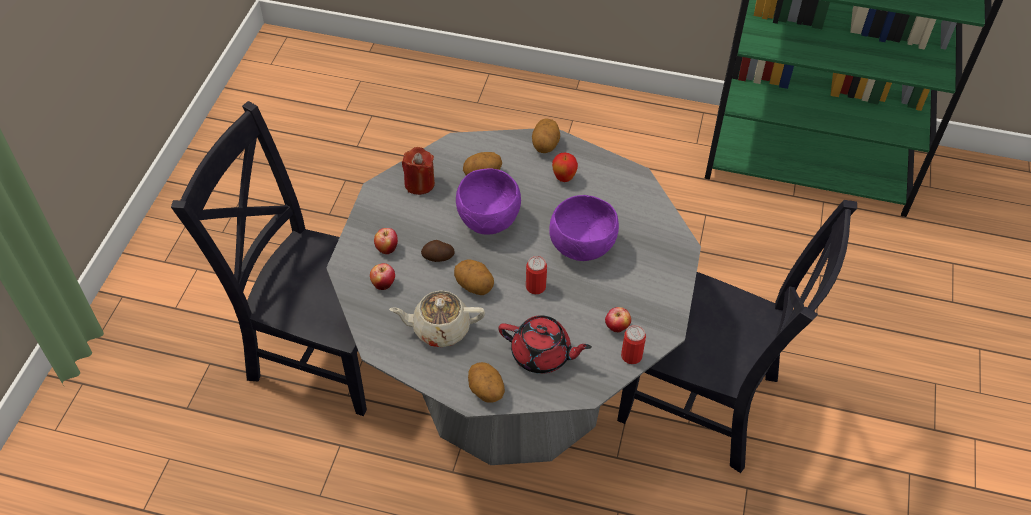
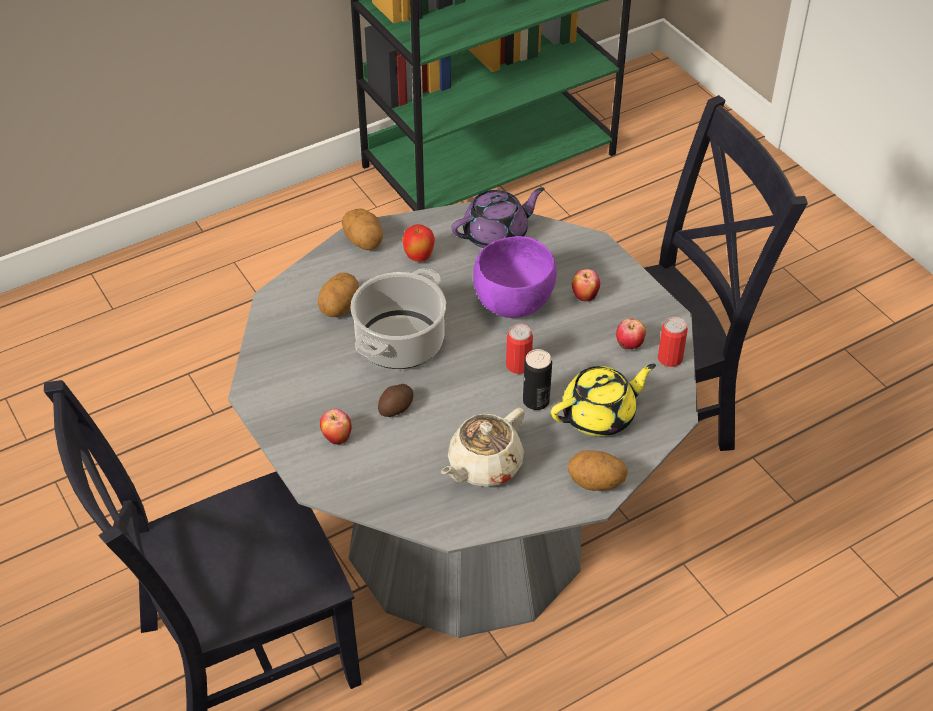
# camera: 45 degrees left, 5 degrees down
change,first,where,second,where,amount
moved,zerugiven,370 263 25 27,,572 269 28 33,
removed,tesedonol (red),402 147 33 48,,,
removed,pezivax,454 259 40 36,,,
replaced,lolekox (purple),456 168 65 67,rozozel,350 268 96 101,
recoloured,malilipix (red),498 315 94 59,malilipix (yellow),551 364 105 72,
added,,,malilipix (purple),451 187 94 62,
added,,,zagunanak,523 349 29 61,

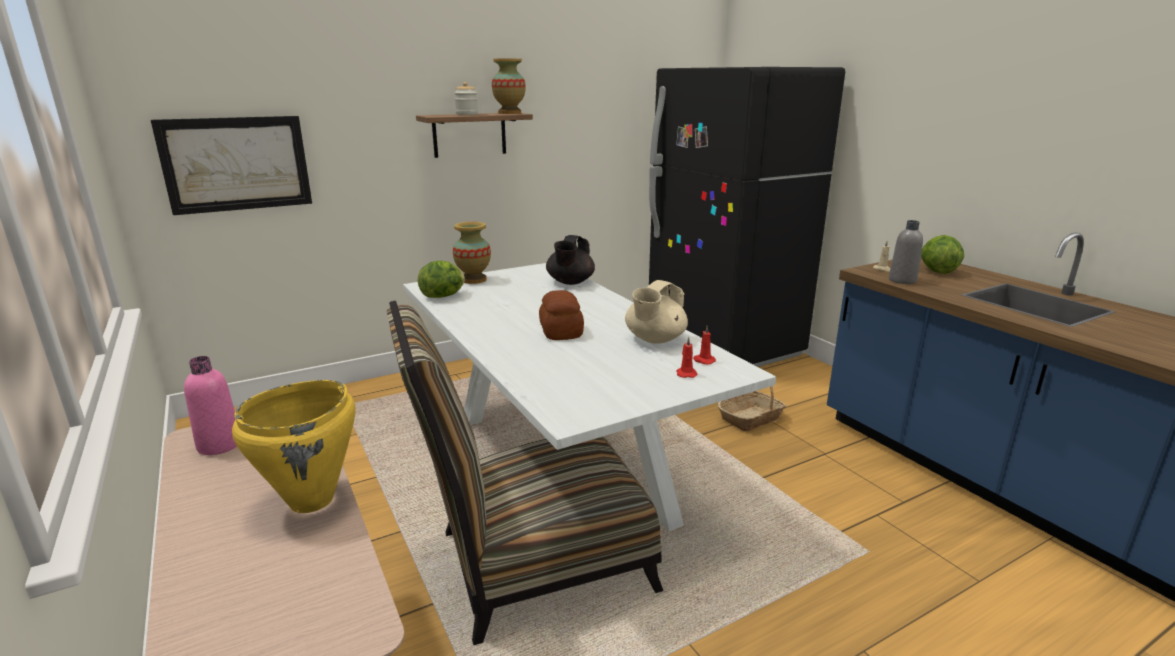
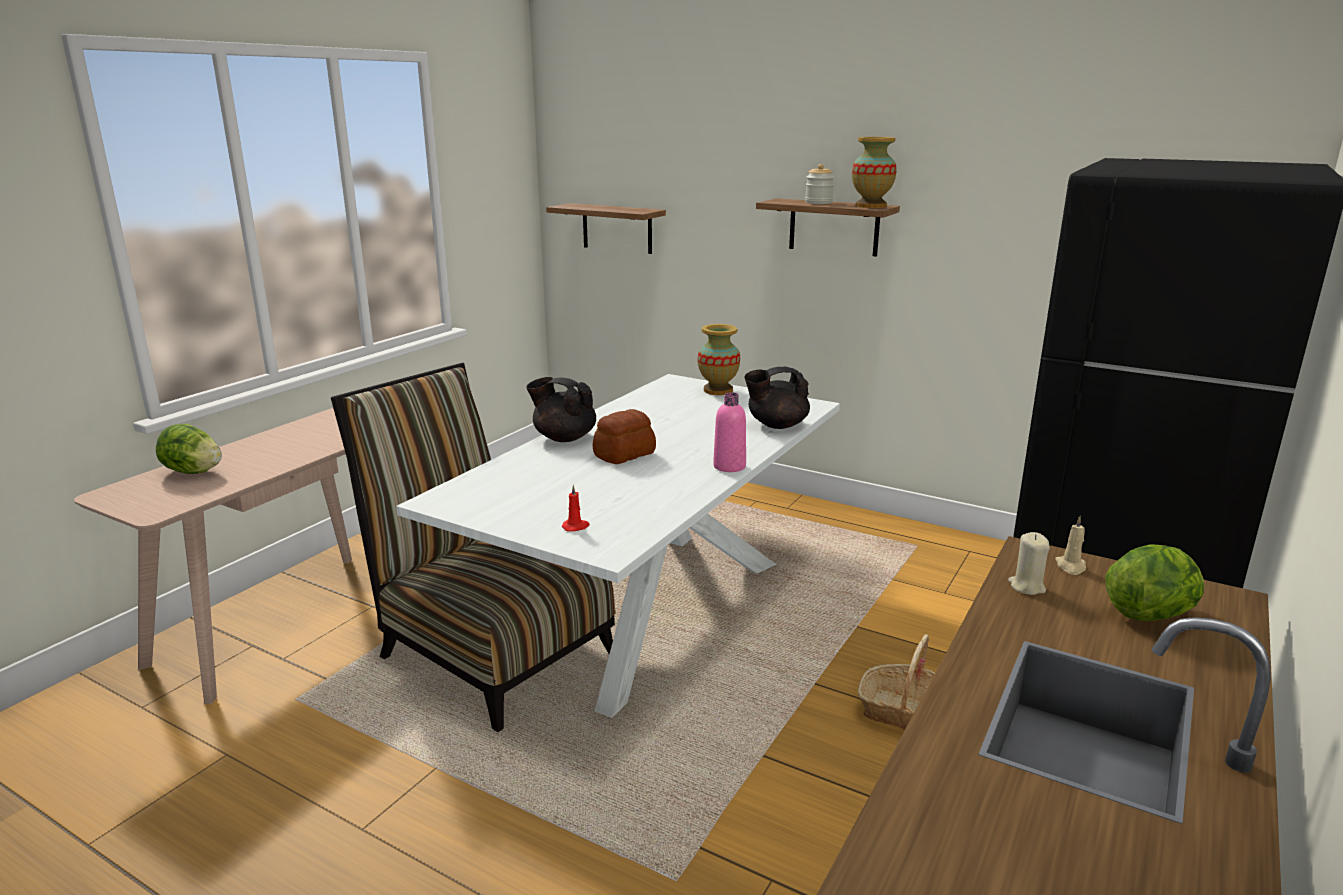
# camera: 60 degrees right, 0 degrees up
change,first,where,second,where,amount
replaced,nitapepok,151 116 161 99,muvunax,546 203 120 51,
moved,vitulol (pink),184 356 53 99,,713 392 33 80,
removed,rozozel (yellow),232 380 124 133,,,
moved,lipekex,418 261 47 37,,156 424 66 50,
removed,malilipix (beige),625 280 63 64,,,
removed,tesedonol (red),693 325 23 40,,,
replaced,vitulol (grey),889 220 34 64,tesedonol (beige),1008 532 42 63,
added,,,malilipix (black),526 377 70 65,

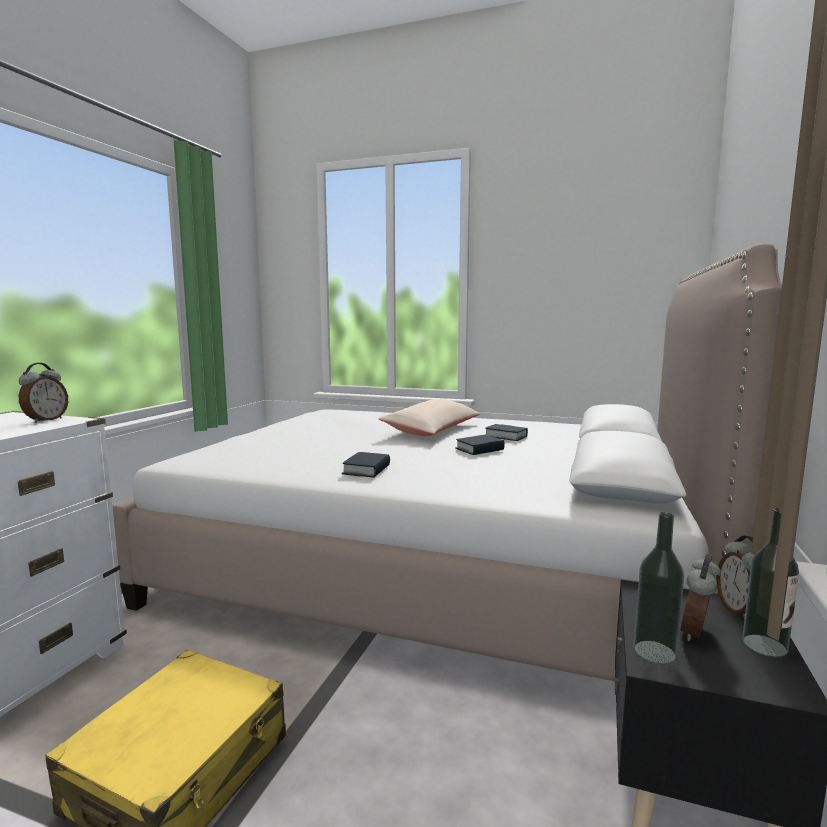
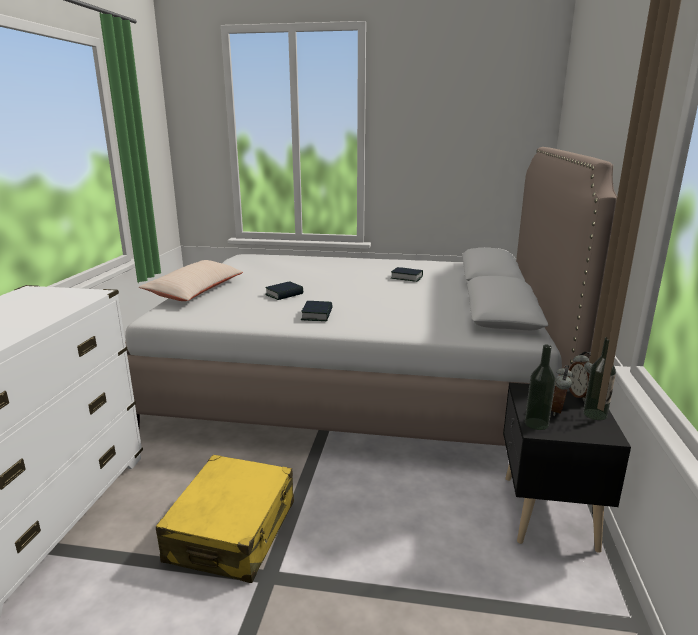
# camera: 10 degrees left, 10 degrees up
change,first,where,second,where,amount
removed,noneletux,19 363 49 60,,,
moved,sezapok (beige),378 399 102 37,,139 260 104 41,
moved,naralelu,455 435 50 20,,265 281 38 19,

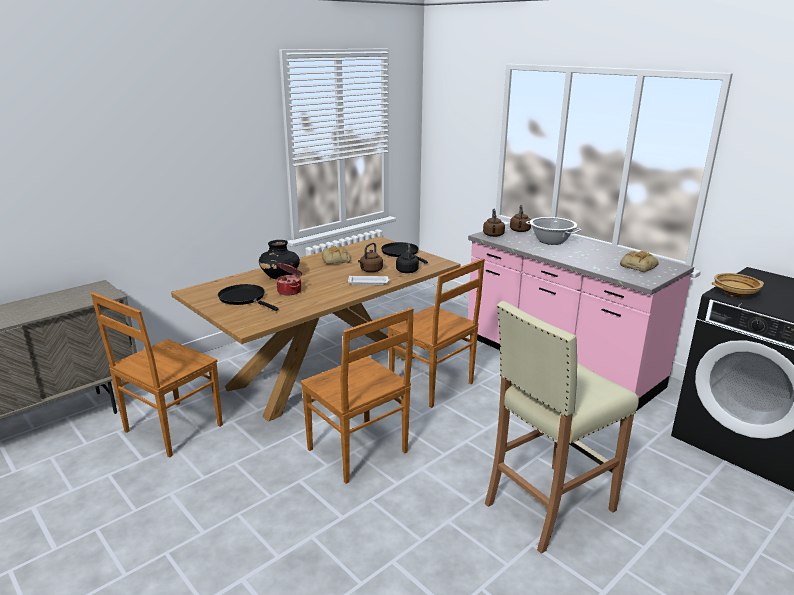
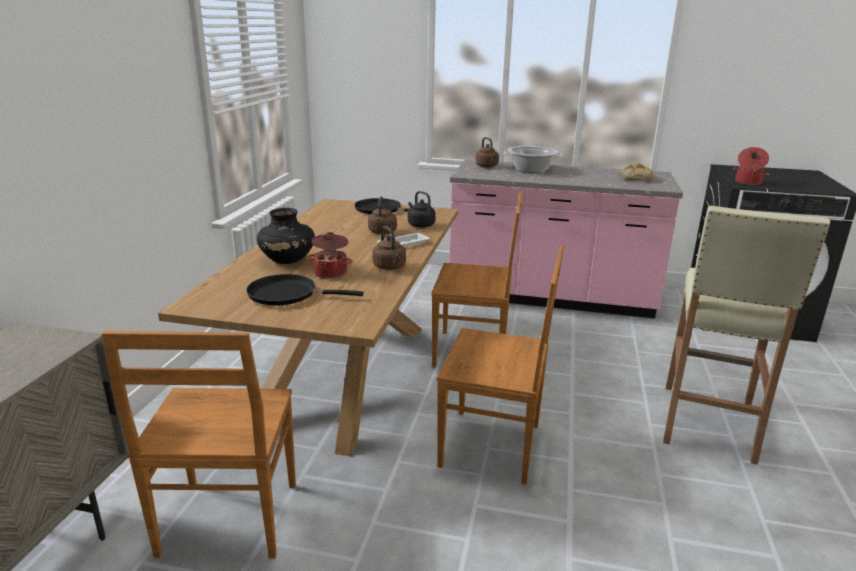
# camera: 35 degrees left, 0 degrees up
change,first,where,second,where,amount
removed,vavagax,322 246 29 18,,,
moved,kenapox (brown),483 209 22 28,,372 226 34 44,
replaced,lolekox (beige),712 273 52 25,rozozel,733 147 37 38,

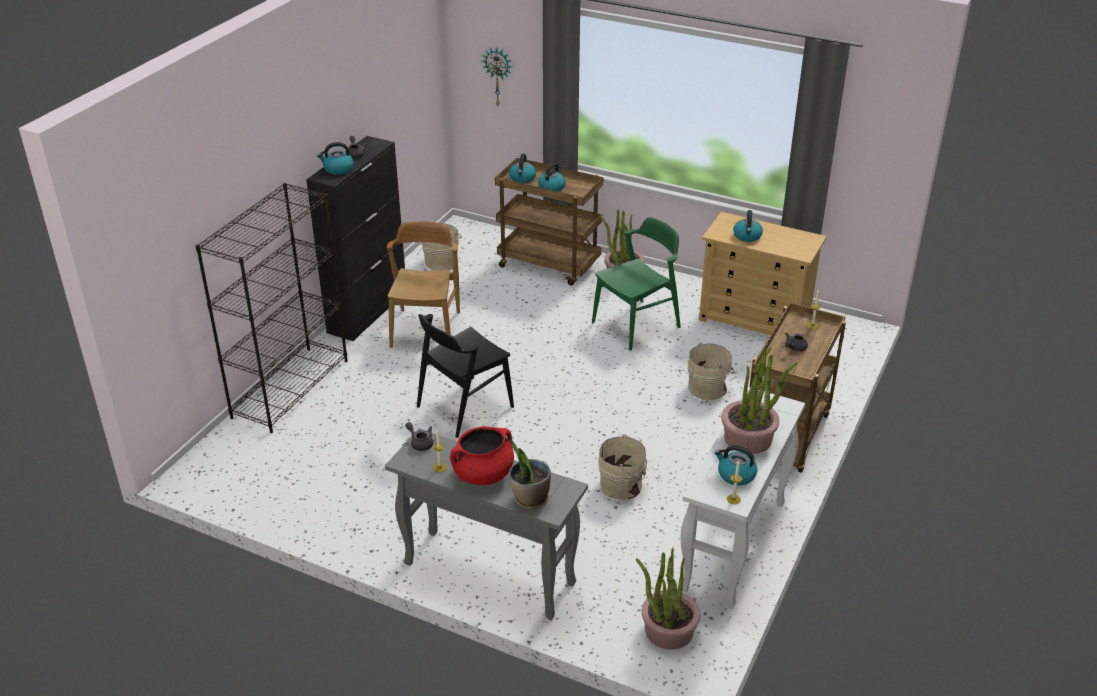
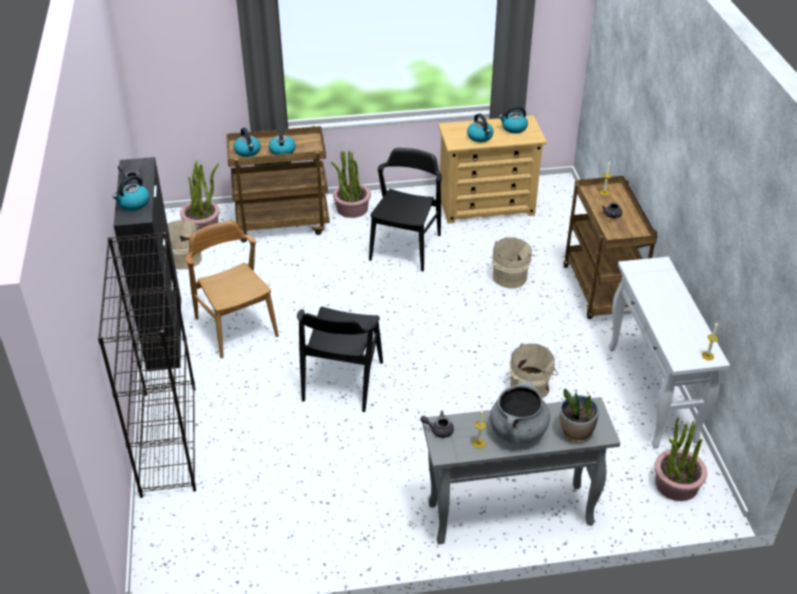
# camera: 35 degrees left, 5 degrees up
change,first,where,second,where,amount
recoloured,rozozel (red),450 426 64 59,rozozel (grey),490 381 60 64,
removed,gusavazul,482 47 30 59,,,
recoloured,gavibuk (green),592 217 89 134,gavibuk (black),369 148 73 124,
moved,kenapox,715 445 42 41,,499 106 29 28,
moved,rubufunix,721 347 77 107,,180 160 40 70,

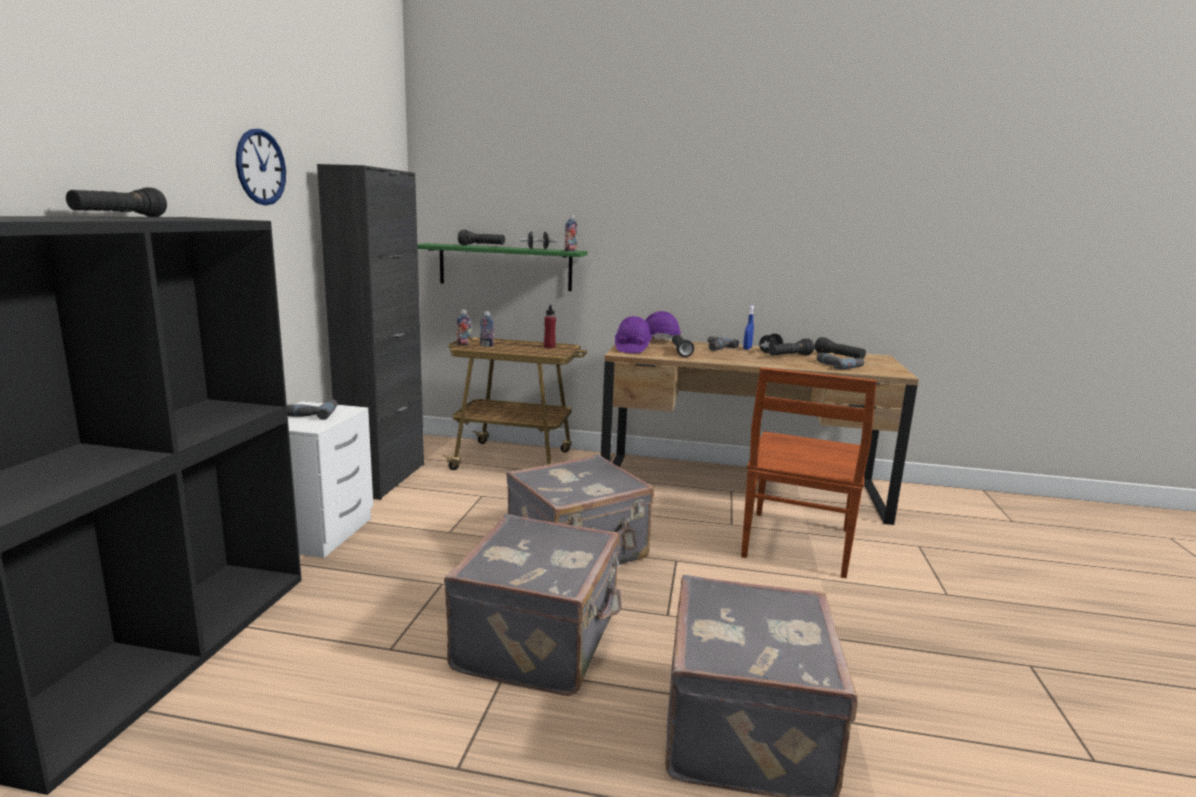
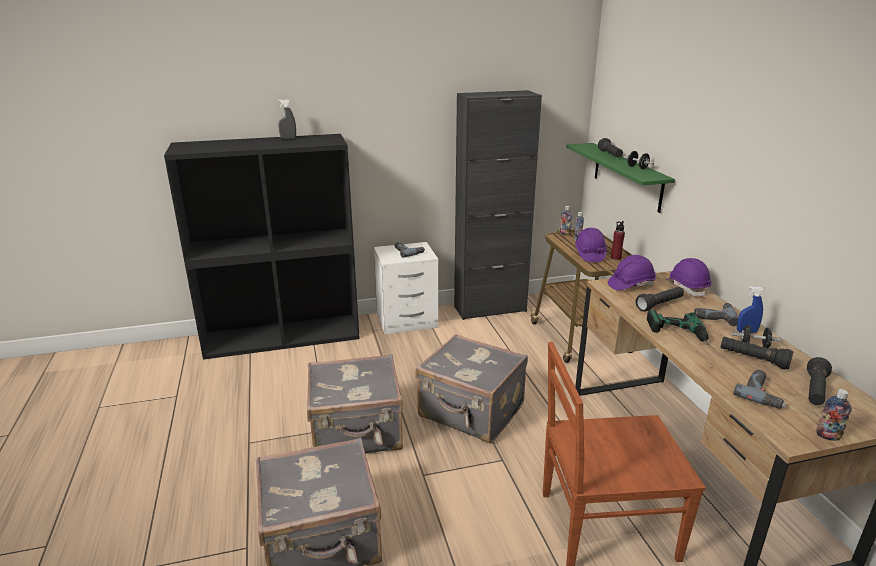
# camera: 65 degrees right, 10 degrees up
change,first,where,second,where,amount
replaced,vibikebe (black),66 187 101 30,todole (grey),278 99 18 40,
removed,gusavazul,236 129 50 76,,,
moved,vitulol,565 215 12 36,,816 389 36 52,
added,,,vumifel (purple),575 228 32 34,
added,,,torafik,647 310 62 36,

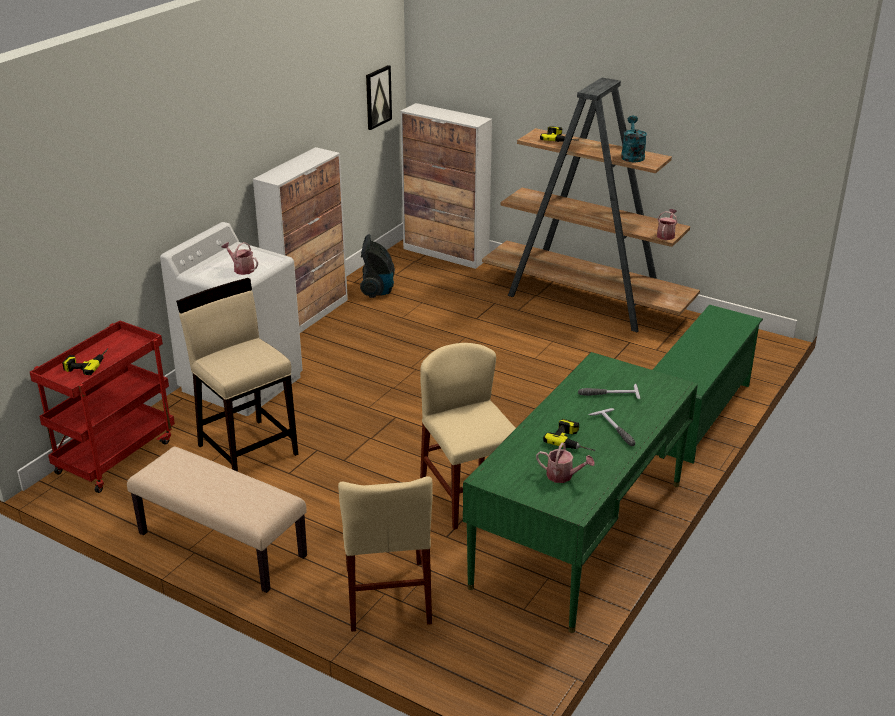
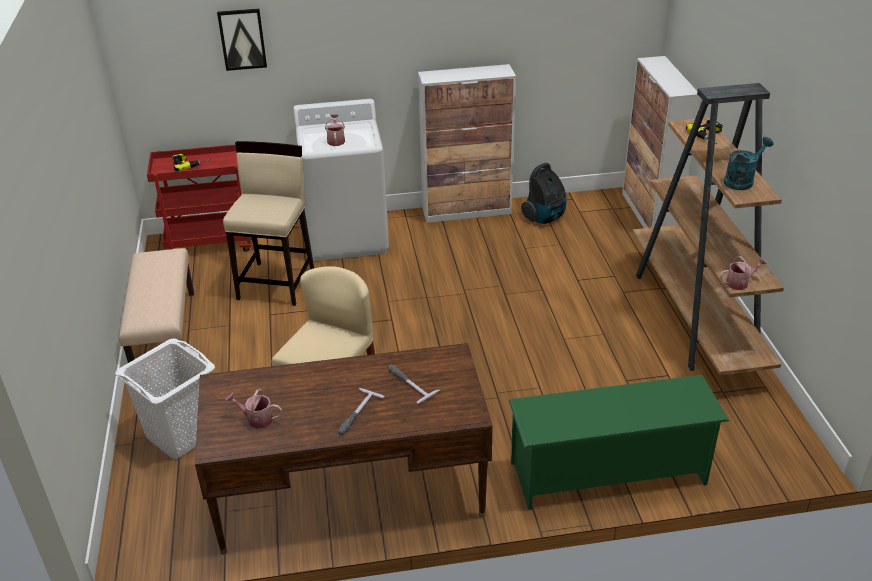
# camera: 50 degrees right, 5 degrees up
change,first,where,second,where,amount
replaced,gavibuk (beige),338 476 95 156,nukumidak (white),115 339 100 119,
moved,nitapepok,366 65 26 65,,217 8 50 63,
recoloured,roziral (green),463 352 235 281,roziral (brown),195 343 298 212,
turned,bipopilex,536 443 59 40,,225 389 57 40,120 degrees clockwise
removed,torafik,543 419 53 32,,,

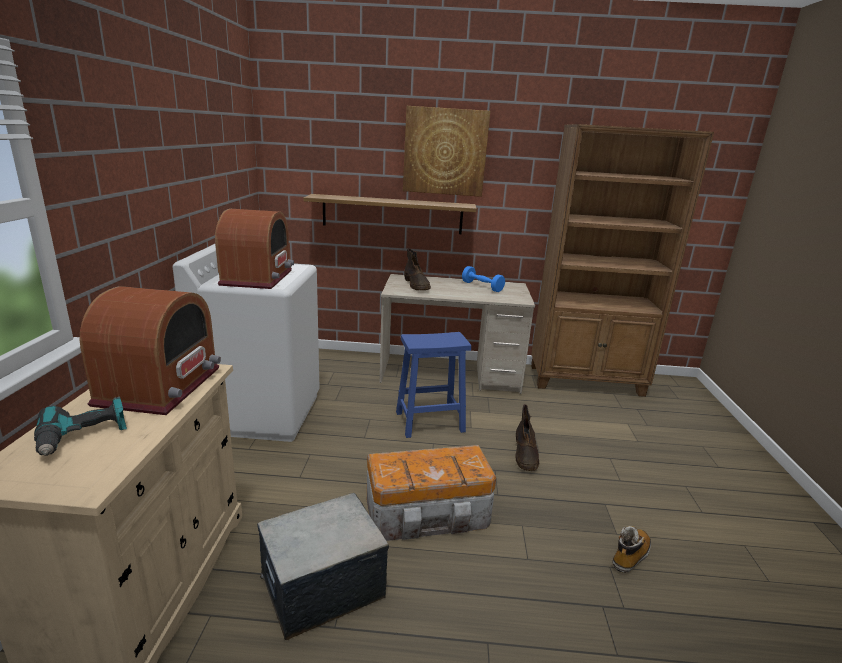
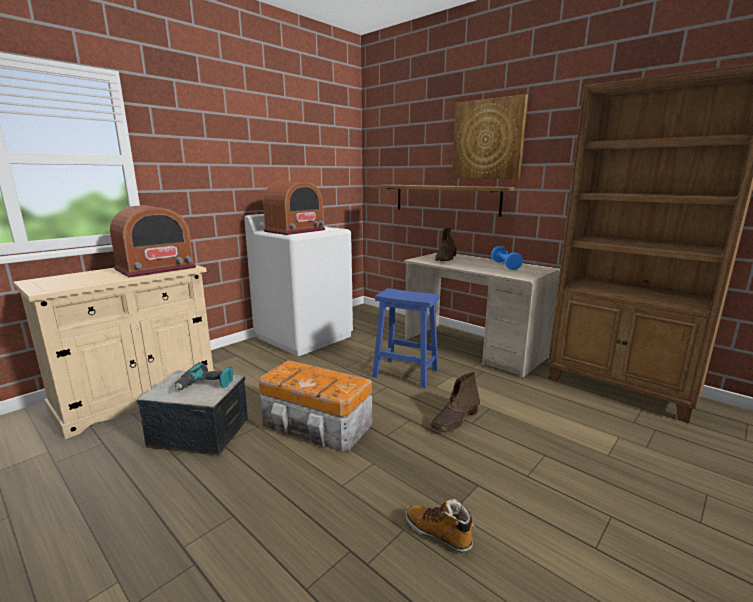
# camera: 40 degrees right, 5 degrees down
change,first,where,second,where,amount
moved,torafik,34 396 93 60,,175 363 58 27,
turned,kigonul,612 526 39 47,,405 498 70 56,135 degrees counterclockwise

